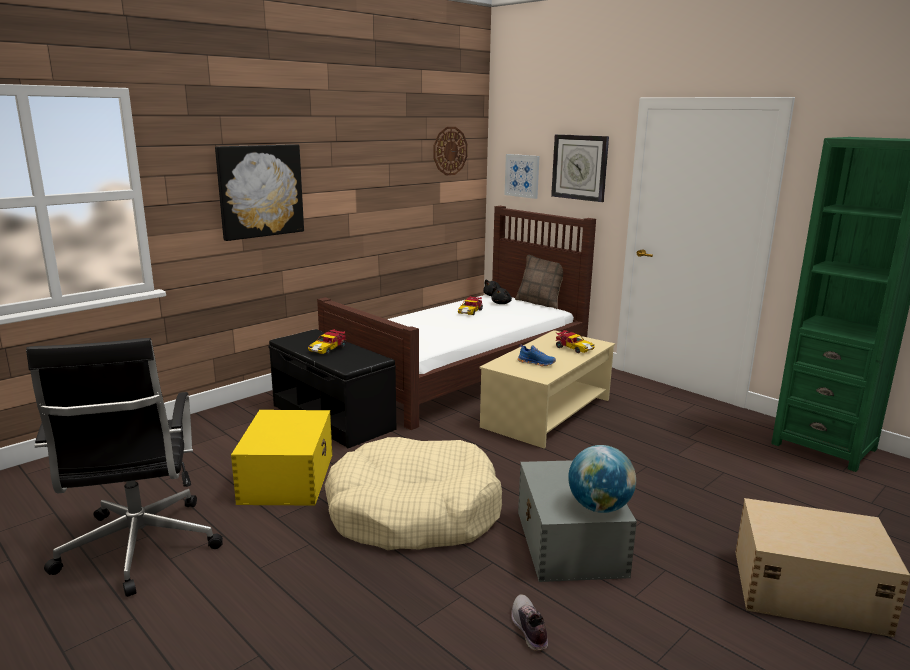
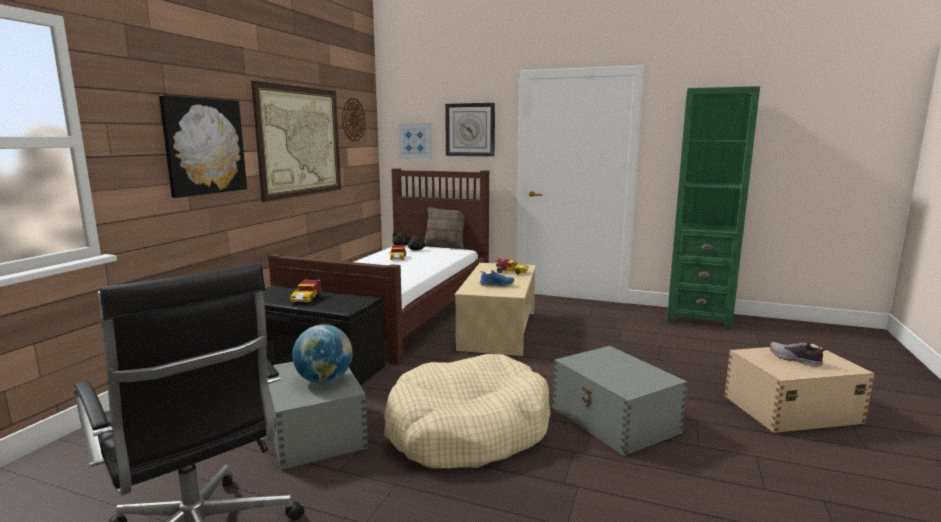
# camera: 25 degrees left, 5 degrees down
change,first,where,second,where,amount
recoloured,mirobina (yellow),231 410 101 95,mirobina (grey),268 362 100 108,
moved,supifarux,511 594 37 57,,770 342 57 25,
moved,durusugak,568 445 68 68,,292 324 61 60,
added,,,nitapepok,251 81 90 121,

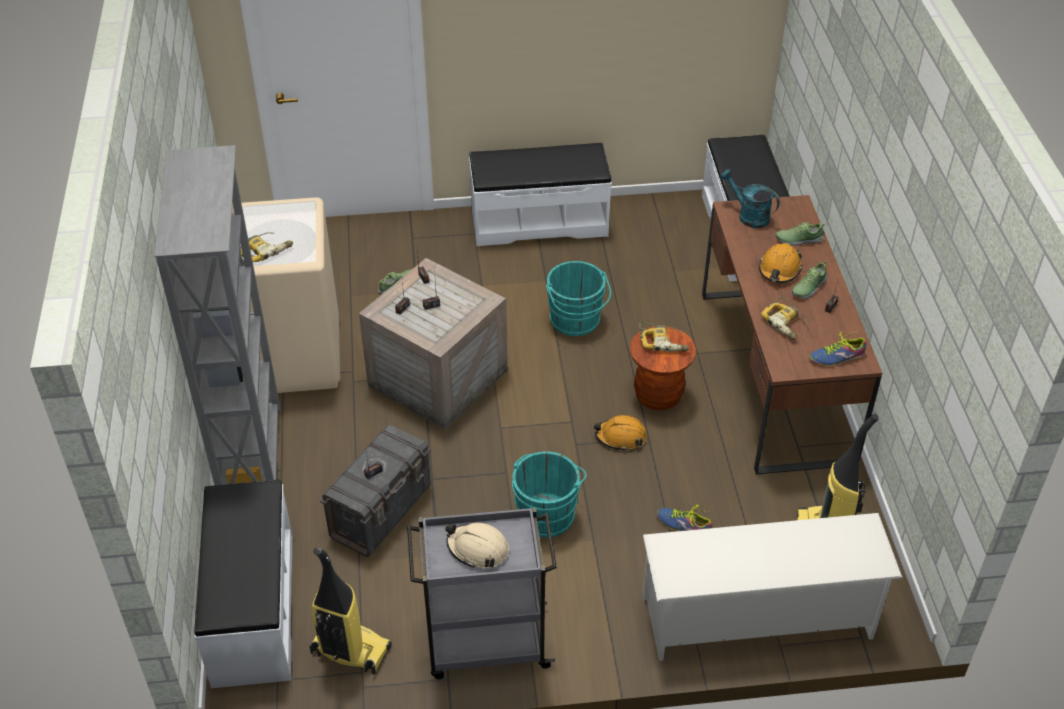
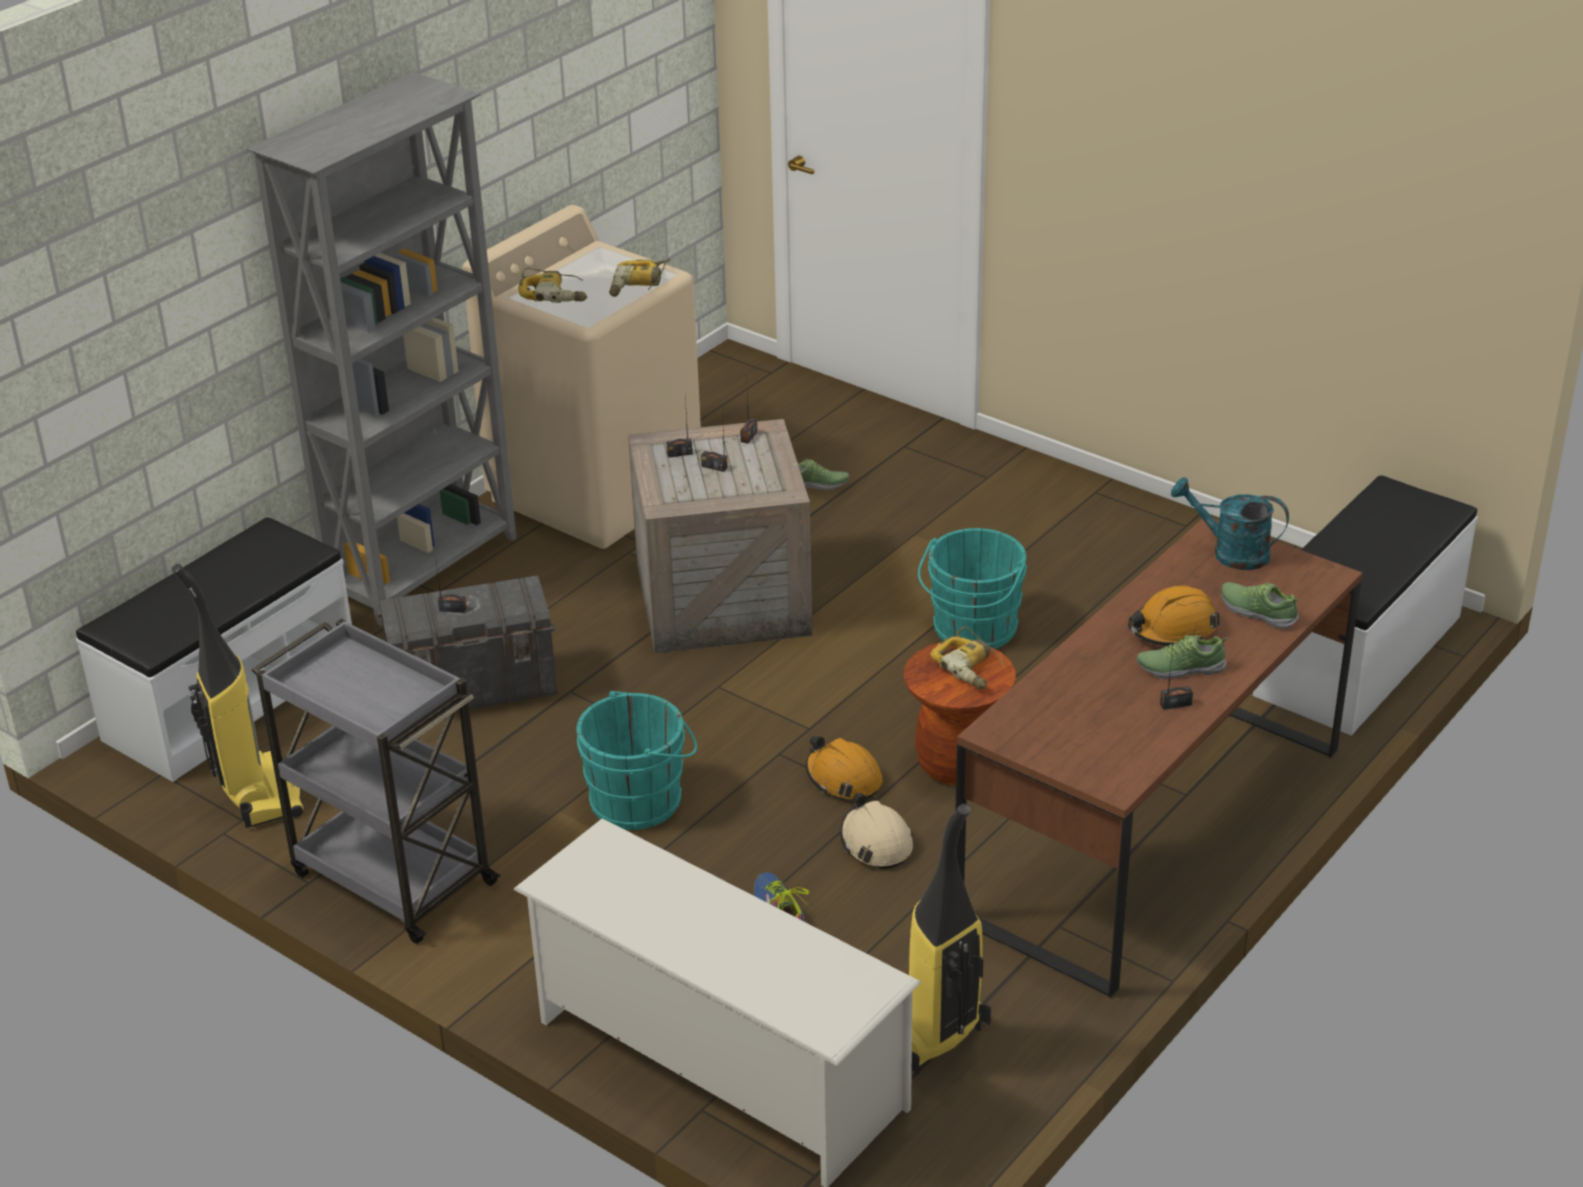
# camera: 45 degrees right, 10 degrees down
change,first,where,second,where,amount
moved,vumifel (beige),445 523 64 45,,840 793 73 76,
removed,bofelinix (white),469 143 143 103,,,
turned,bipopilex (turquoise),720 169 60 59,,1171 477 118 93,60 degrees counterclockwise
moved,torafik,761 296 47 44,,609 259 61 38,
removed,supifarux,809 331 57 35,,,

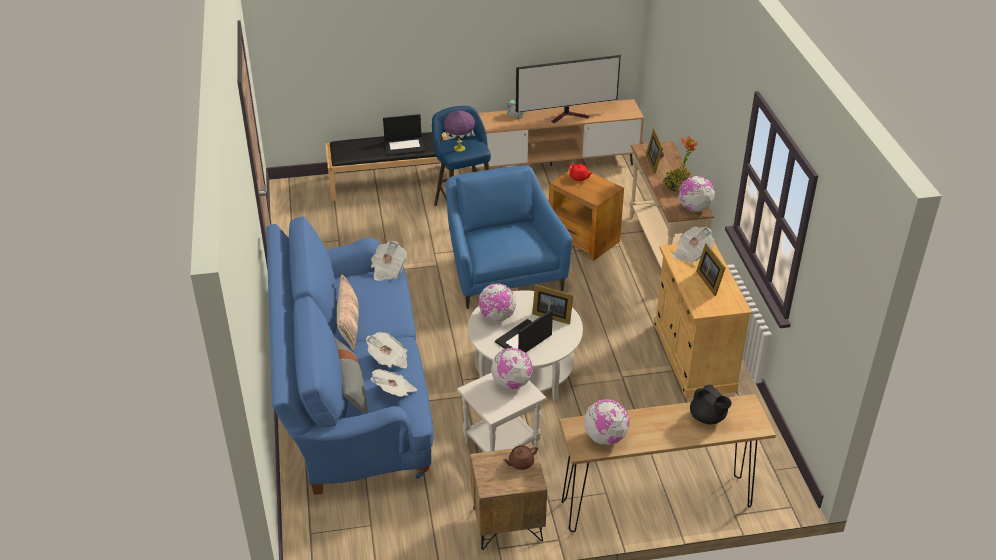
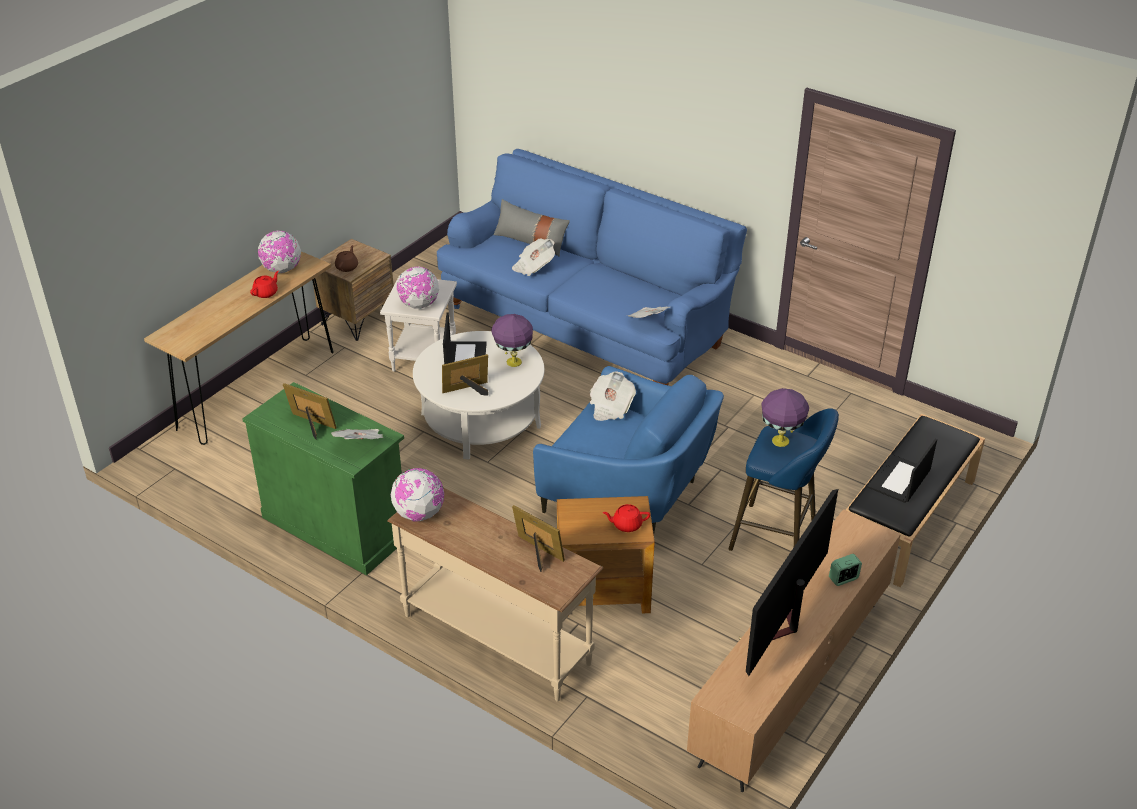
# camera: 135 degrees right, 0 degrees up
change,first,where,second,where,amount
removed,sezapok,337 275 22 76,,,
moved,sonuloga,370 369 47 28,,589 371 47 50,
replaced,durusugak,478 283 38 38,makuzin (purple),491 314 42 53,
recoloured,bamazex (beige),653 243 99 155,bamazex (green),242 382 162 193,
removed,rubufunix,663 136 35 56,,,
removed,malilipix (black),690 385 42 39,,,
added,,,malilipix (red),250 271 29 27,

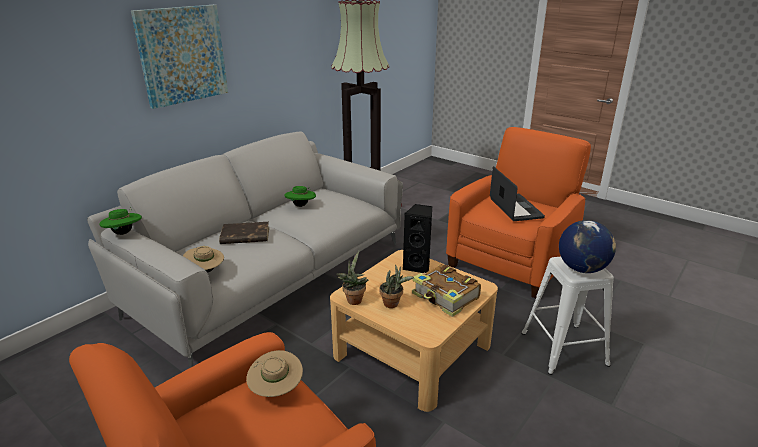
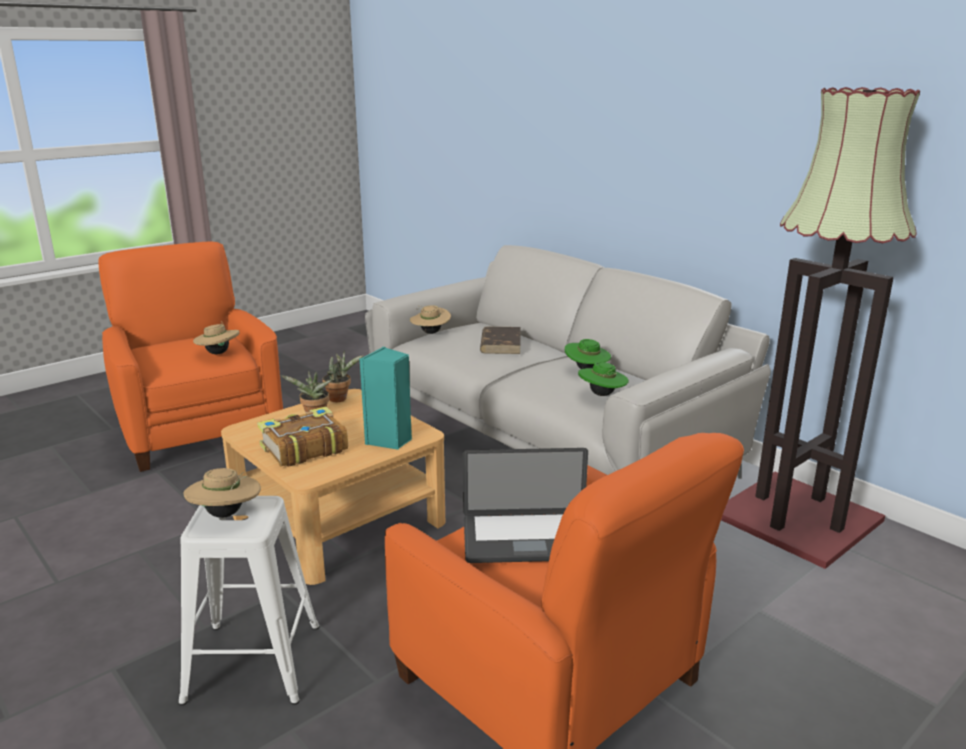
# camera: 100 degrees right, 5 degrees down
change,first,where,second,where,amount
moved,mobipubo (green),99 208 43 27,,578 362 51 34,
removed,nitapepok,131 5 97 104,,,
recoloured,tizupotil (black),403 204 29 69,tizupotil (turquoise),360 347 52 103,
replaced,durusugak,559 220 57 53,mobipubo (beige),183 468 78 50,

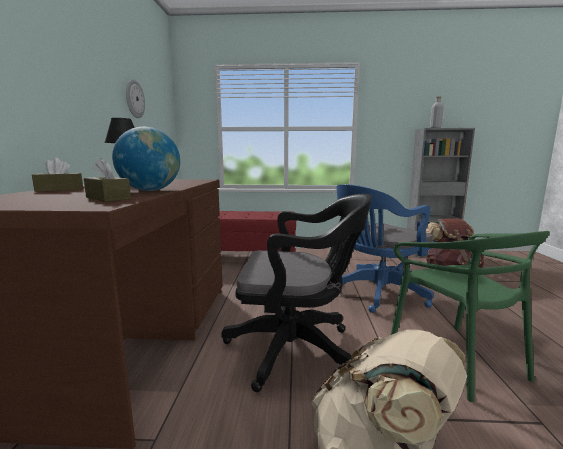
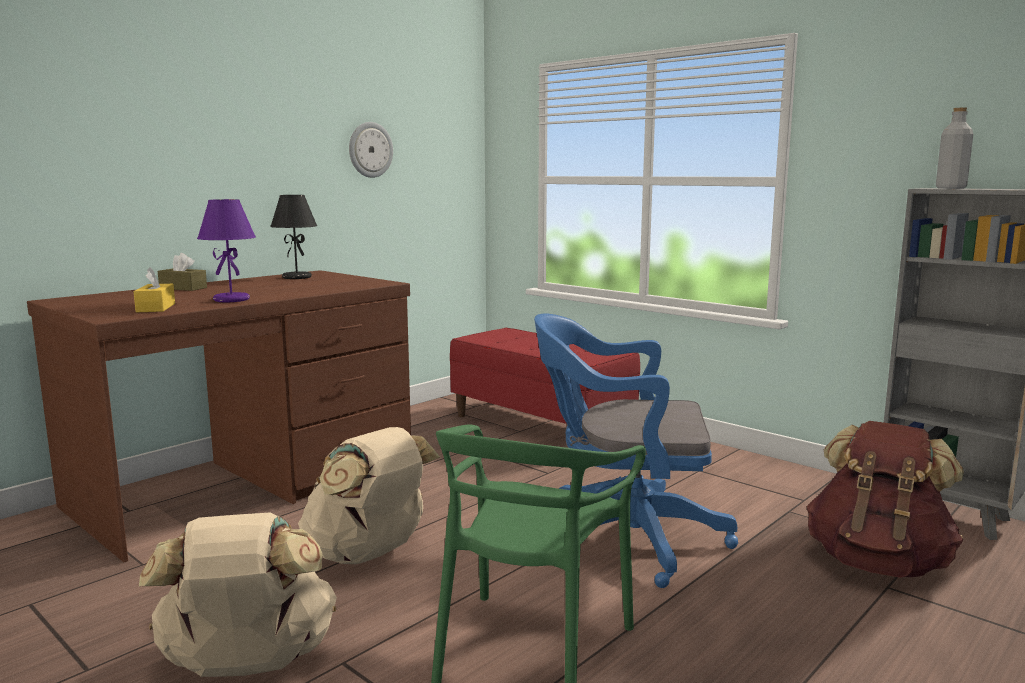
# camera: 40 degrees right, 0 degrees up
change,first,where,second,where,amount
recoloured,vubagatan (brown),84 158 47 44,vubagatan (yellow),134 267 41 45,
replaced,durusugak,112 127 68 64,makuzin (purple),197 199 59 103,
replaced,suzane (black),221 194 151 198,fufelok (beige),298 427 142 137,

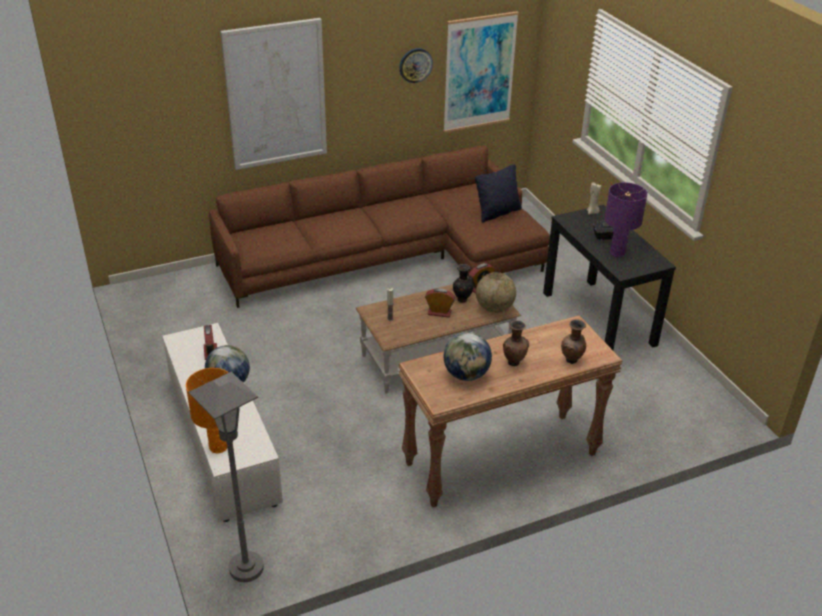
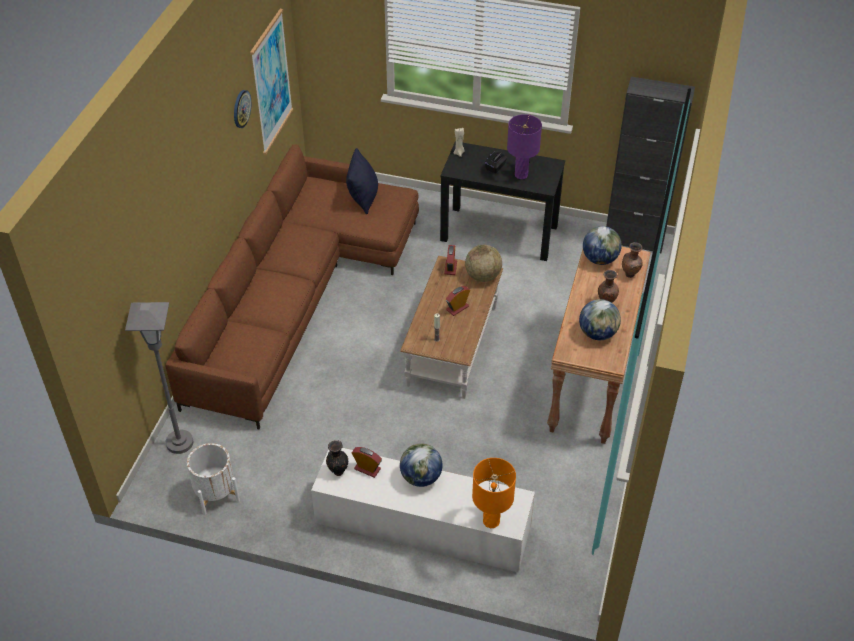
# camera: 50 degrees left, 10 degrees up
change,first,where,second,where,amount
moved,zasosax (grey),189 372 75 210,,125 302 68 152,
removed,nitapepok,220 18 107 152,,,
moved,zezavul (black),453 264 20 39,,326 440 22 36,
added,,,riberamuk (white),187 443 53 72,
added,,,durusugak,583 226 39 39,
added,,,bamazex (black),606 77 89 176,

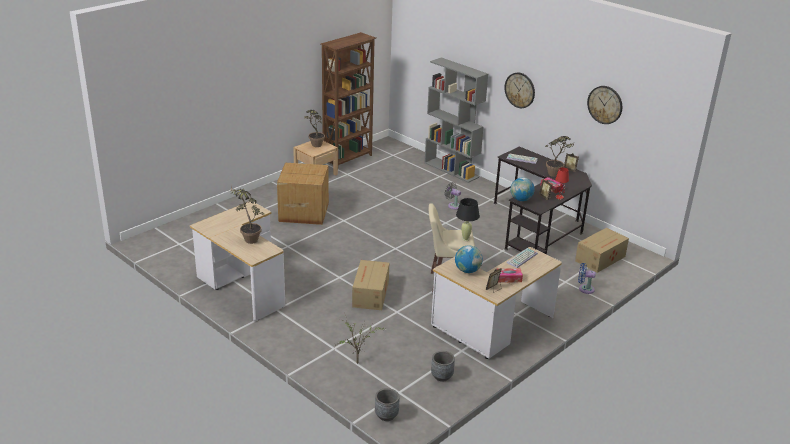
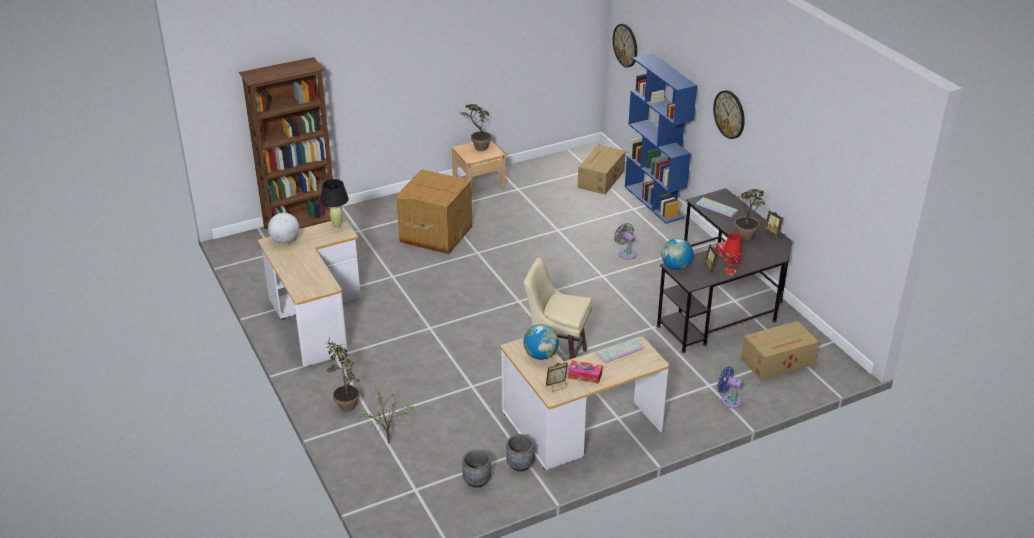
# camera: 20 degrees right, 5 degrees up
change,first,where,second,where,amount
moved,rubufunix,230 186 34 58,,326 337 34 75,
moved,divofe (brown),321 32 55 133,,239 57 94 172,
moved,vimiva,352 260 37 50,,578 144 48 51,
moved,riberamuk (grey),375 388 24 33,,506 434 28 38,
recoloured,divofe (grey),424 57 64 126,divofe (blue),625 53 72 171,
moved,makuzin (black),456 198 24 43,,320 179 29 51,
moved,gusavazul,587 86 35 38,,613 24 24 43,
added,,,durusugak,268 213 31 30,

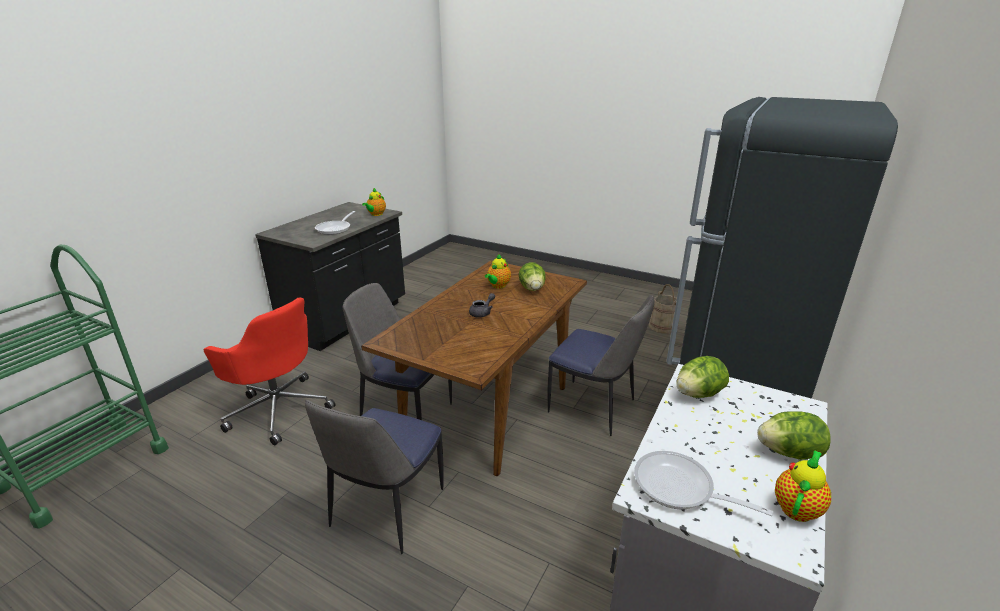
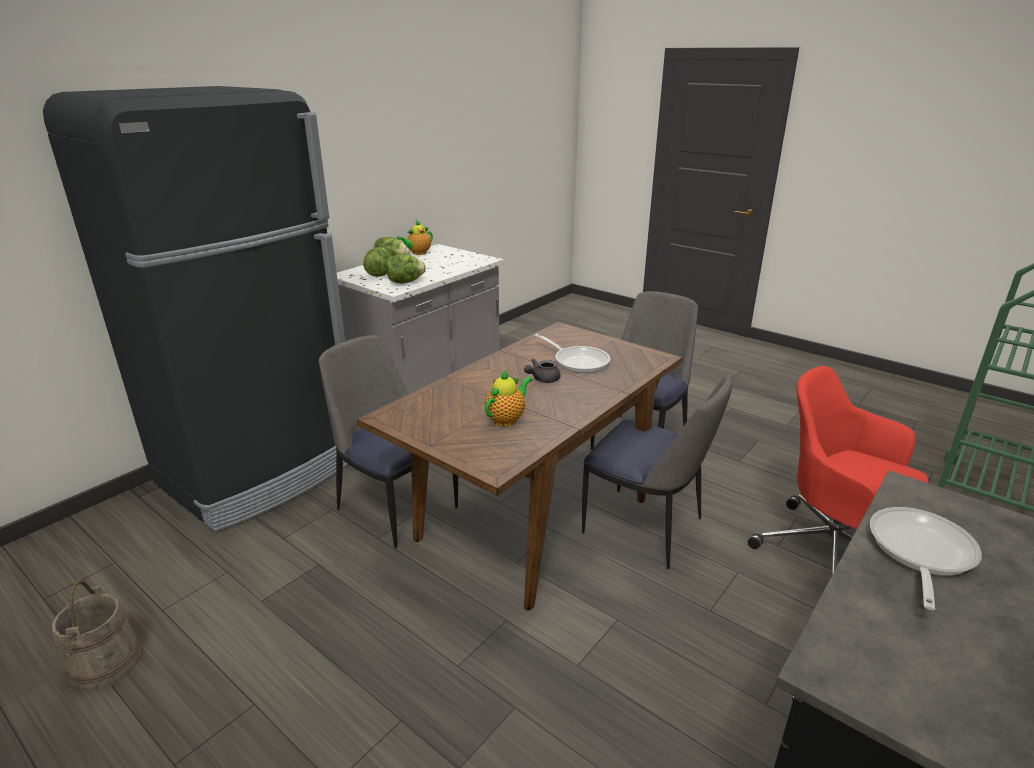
# camera: 170 degrees left, 0 degrees up
change,first,where,second,where,amount
removed,malilipix,362 188 24 28,,,
moved,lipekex,519 262 26 29,,363 247 29 30,
moved,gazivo,634 451 139 65,,534 334 76 39,

